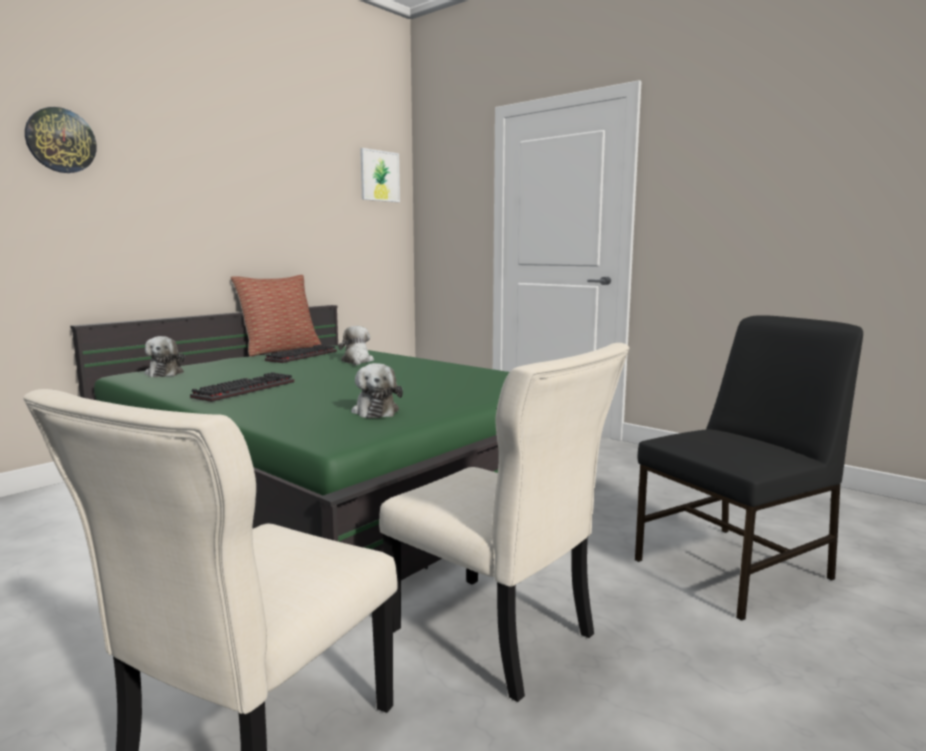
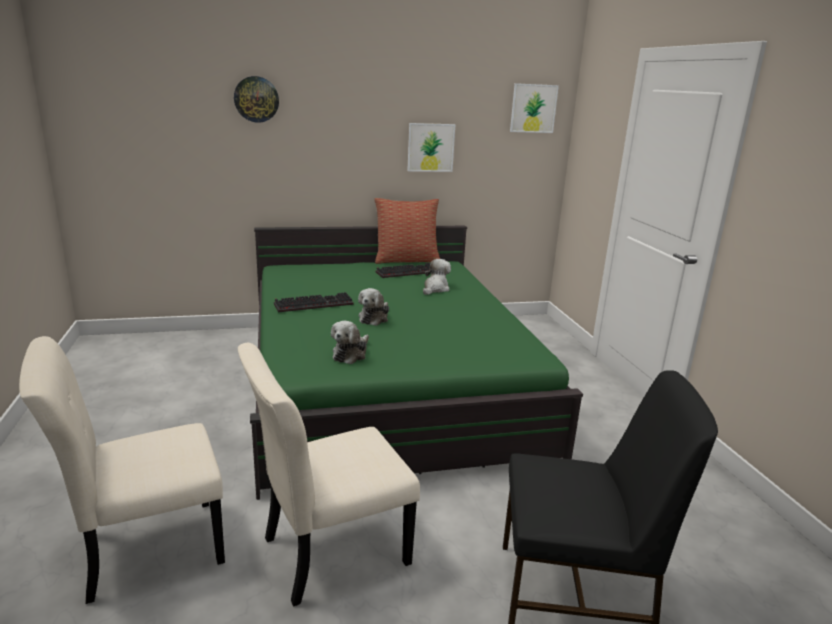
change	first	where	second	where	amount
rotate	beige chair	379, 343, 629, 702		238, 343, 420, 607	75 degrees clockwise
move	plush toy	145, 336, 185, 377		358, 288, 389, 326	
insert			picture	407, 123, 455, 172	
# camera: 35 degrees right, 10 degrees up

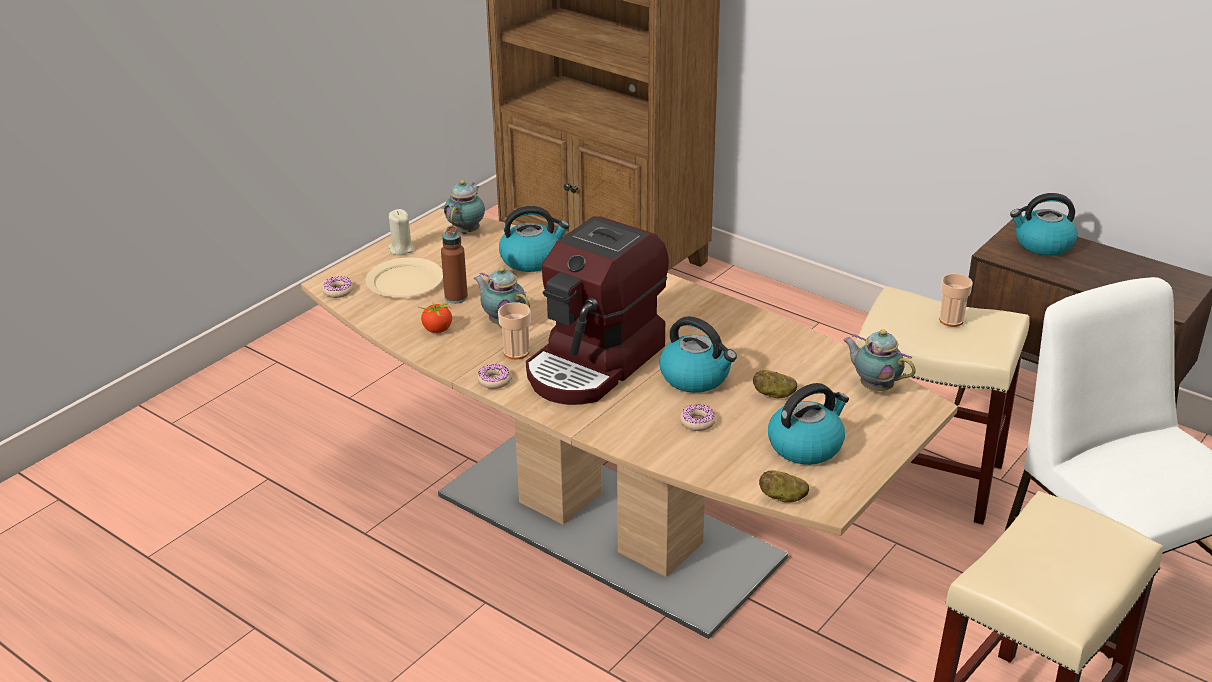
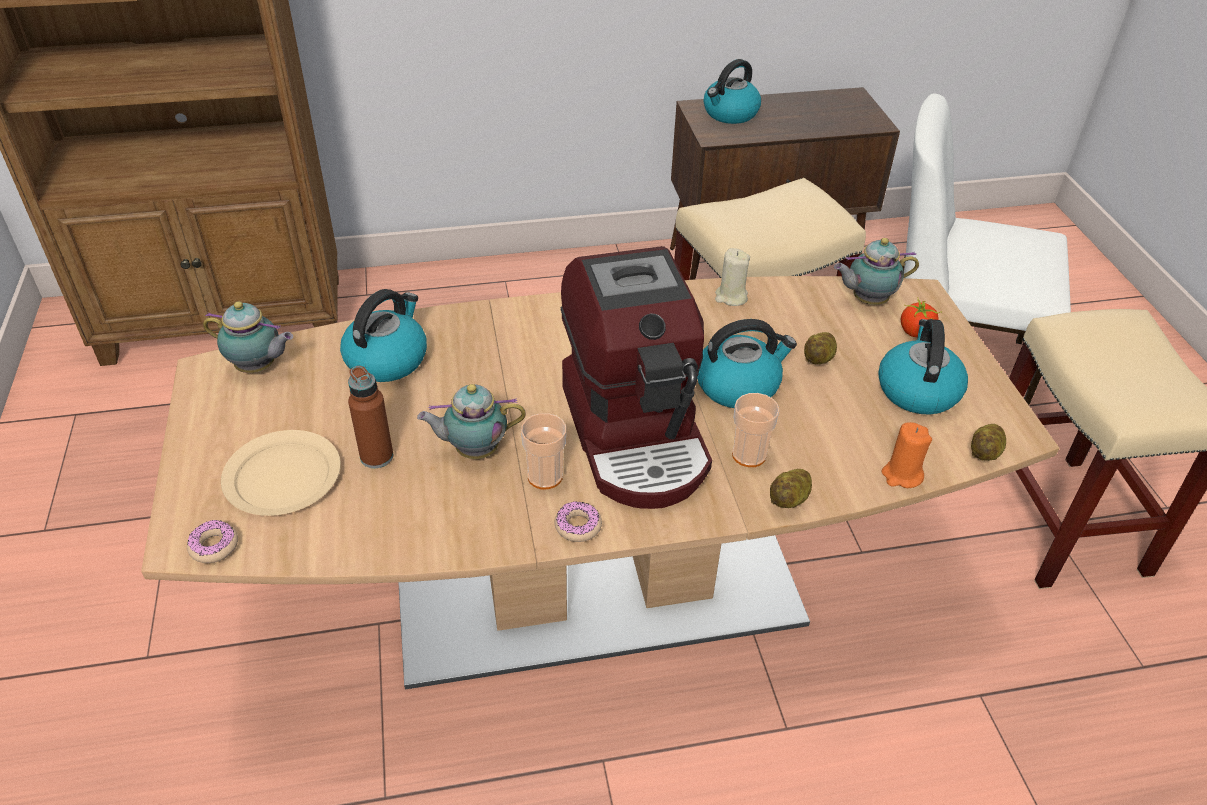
change	first	where	second	where	amount
rotate	teapot	444, 180, 485, 234		203, 301, 293, 373	135 degrees clockwise
move	beige candle	388, 209, 414, 255		715, 248, 750, 306	
move	cup	939, 274, 973, 327		732, 393, 780, 467	
insert			potato	770, 469, 812, 508	
insert			orange candle	881, 422, 932, 488	
move	tomato	418, 301, 452, 333		901, 299, 940, 337	
delete	donut	680, 404, 716, 431			
# camera: 50 degrees left, 10 degrees up

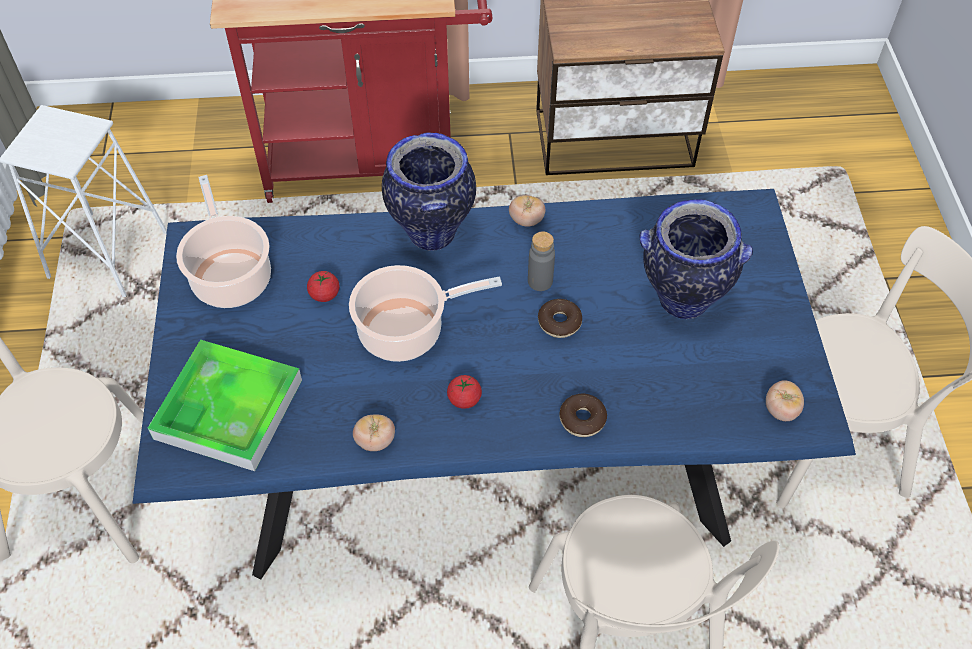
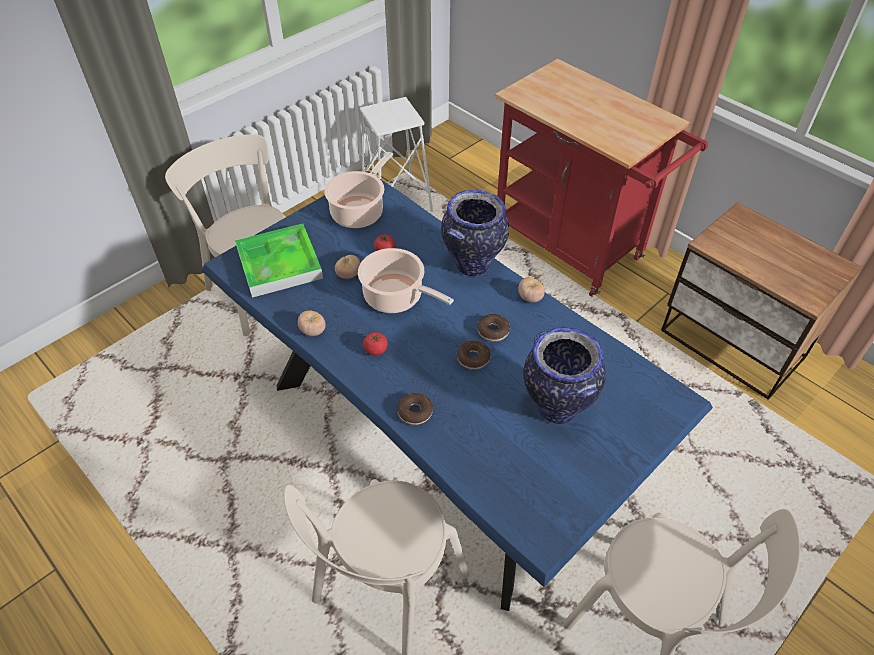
change	first	where	second	where	amount
move	tomato	766, 380, 804, 421		335, 255, 360, 279	
replace	grey bottle	528, 232, 555, 291	donut	477, 314, 510, 342	
# camera: 50 degrees right, 5 degrees down

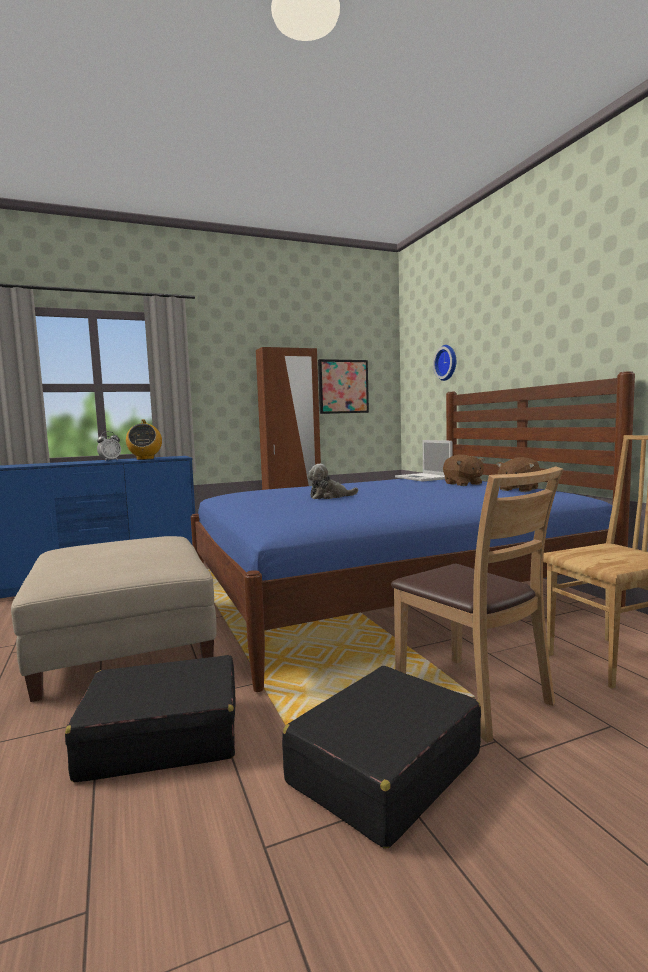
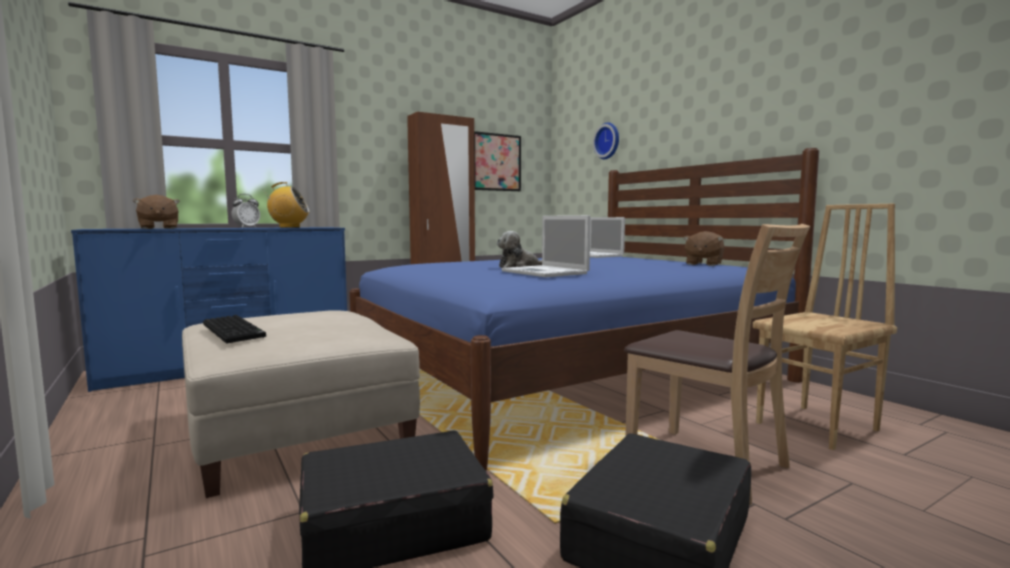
change	first	where	second	where	amount
move	brown plush toy	443, 454, 485, 486		133, 195, 180, 229	
insert			keyboard	203, 315, 266, 343	
rotate	radio	126, 419, 162, 460		263, 182, 309, 228	75 degrees counterclockwise
insert			laptop	502, 215, 591, 277	
# camera: 10 degrees left, 0 degrees up

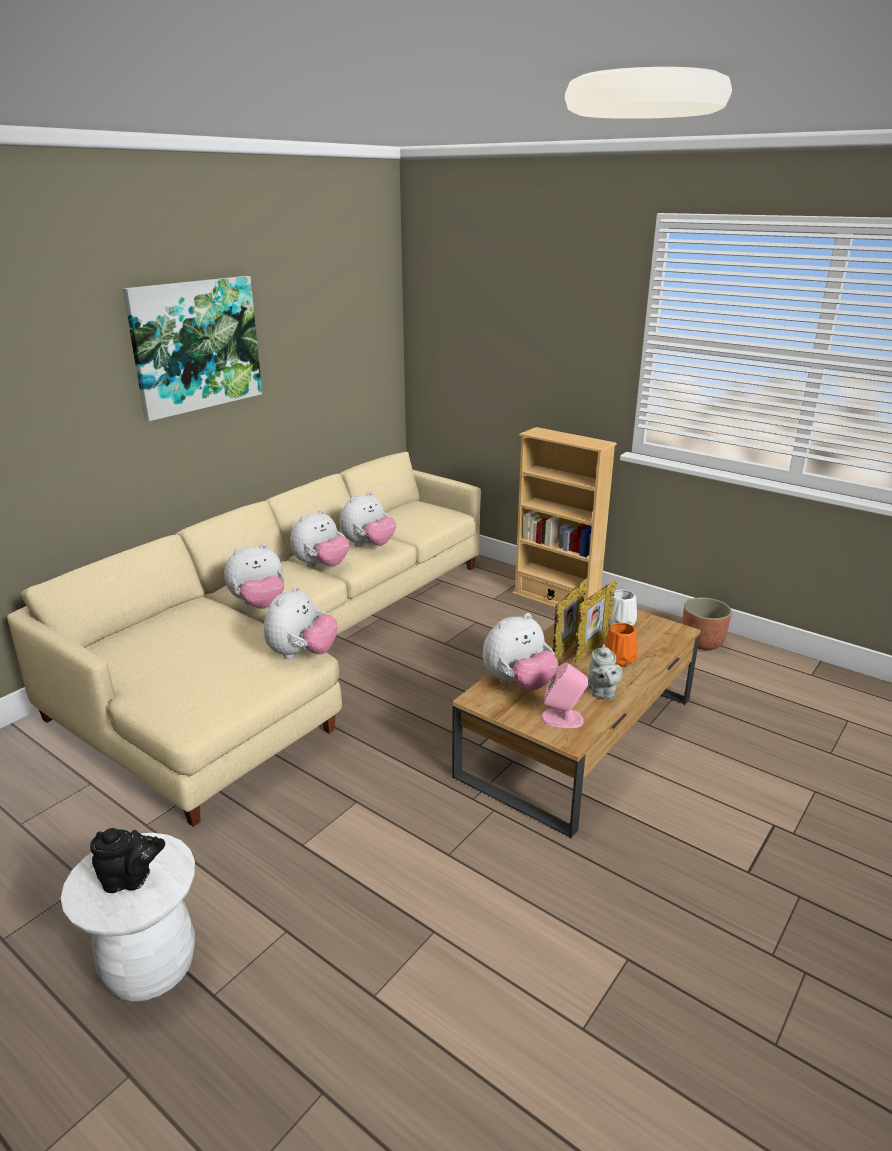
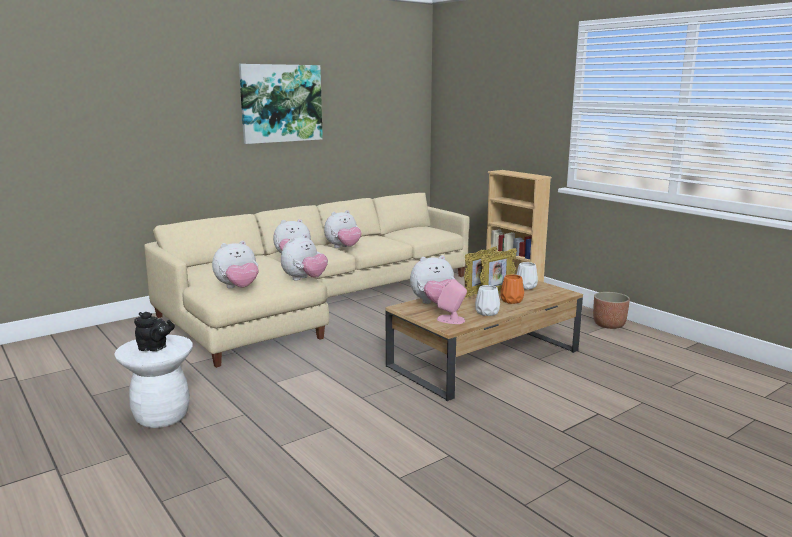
change	first	where	second	where	amount
move	plush toy	340, 491, 396, 547		212, 241, 259, 288	
replace	grey teapot	588, 644, 623, 699	white vase	475, 285, 500, 316	
# camera: 15 degrees right, 10 degrees down

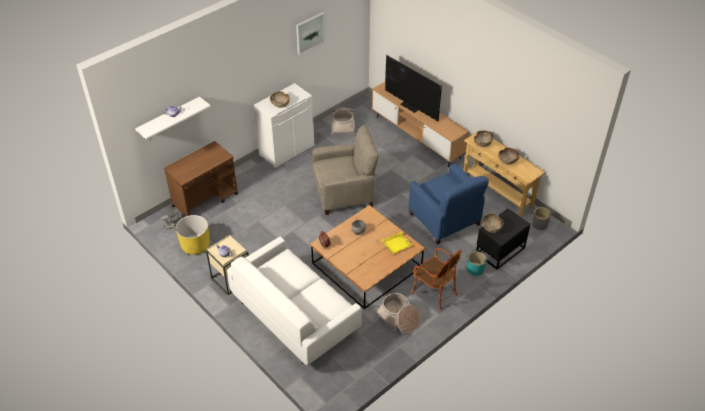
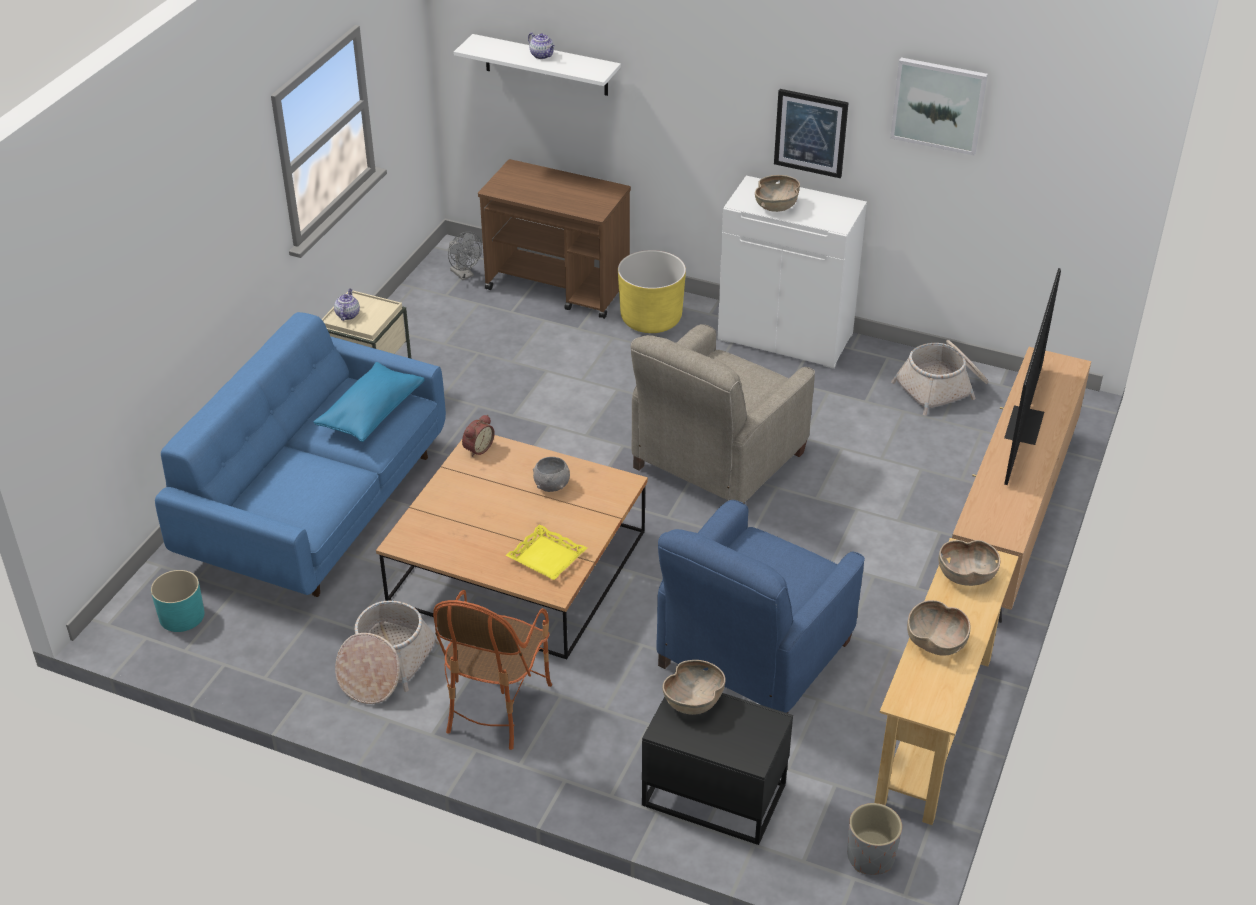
change	first	where	second	where	amount
move	turquoise planter	467, 252, 487, 276		151, 570, 205, 632	
recolor	white sofa	227, 237, 362, 365	blue sofa	155, 312, 446, 597	
insert			blue pillow	314, 362, 425, 442	
move	yellow planter	176, 215, 210, 255		618, 250, 686, 333	
rotate	beige armchair	312, 125, 379, 215		631, 324, 815, 504	75 degrees clockwise
insert			picture	774, 89, 849, 178	
# camera: 65 degrees right, 5 degrees down

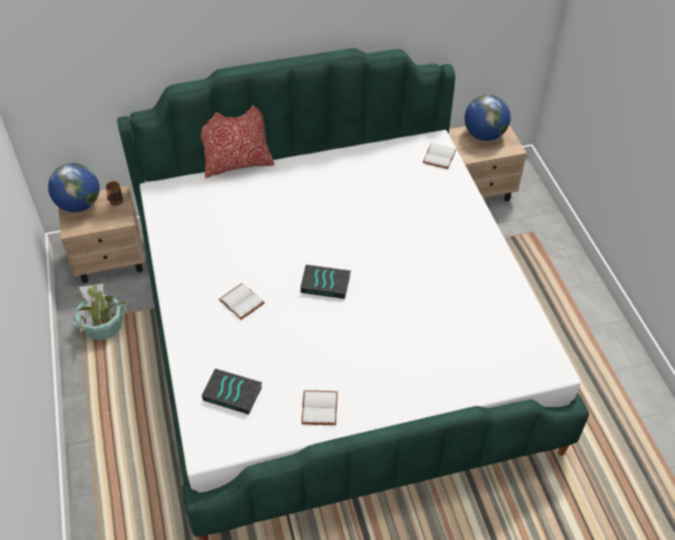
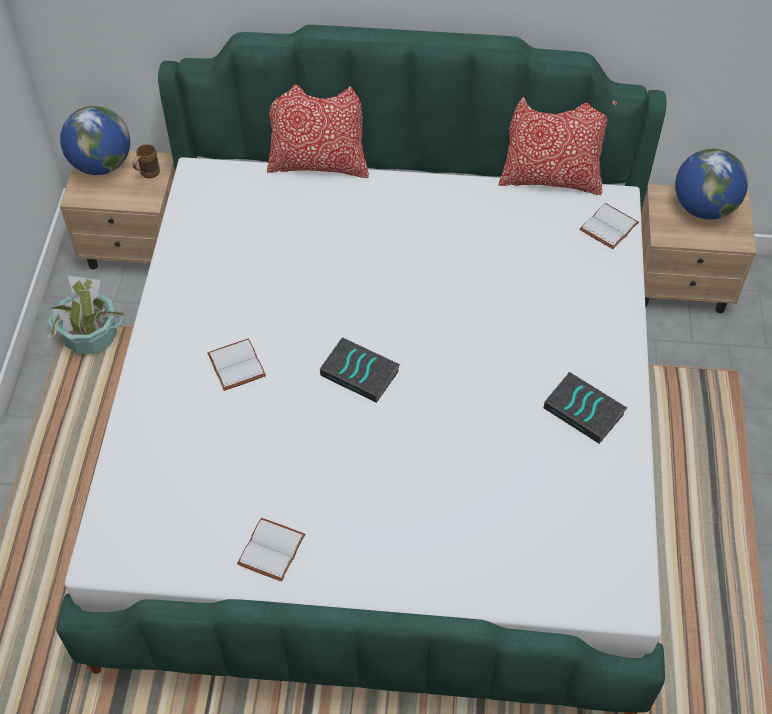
change	first	where	second	where	amount
insert			pillow	499, 97, 617, 195	
move	book	202, 368, 262, 415		544, 372, 627, 444	
# camera: 20 degrees right, 5 degrees up

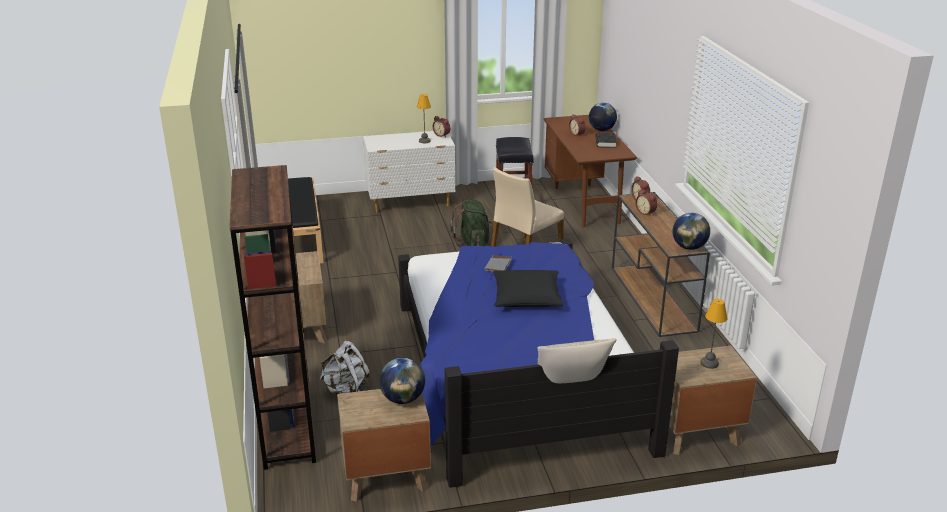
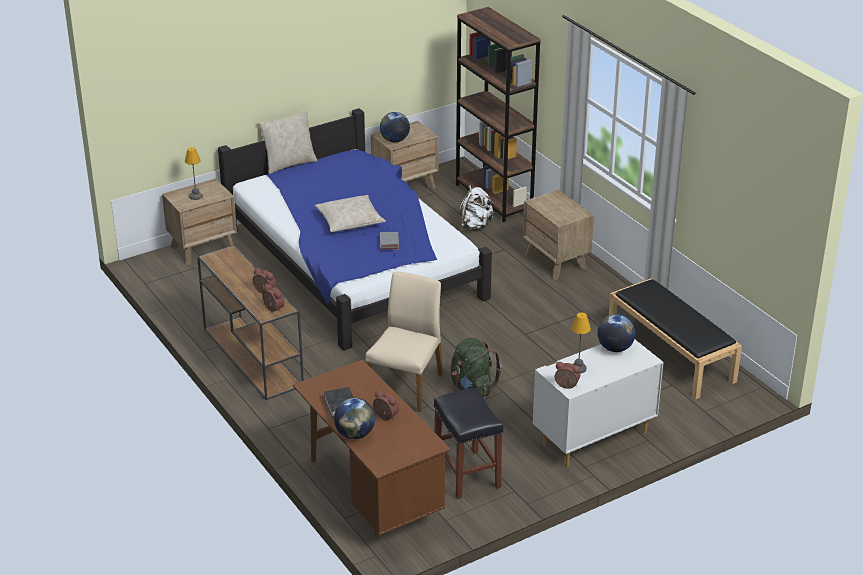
change	first	where	second	where	amount
recolor	black pillow	493, 270, 563, 307	beige pillow	315, 195, 386, 232	
move	globe	673, 213, 710, 250		597, 314, 636, 352	
# camera: 160 degrees right, 5 degrees up

